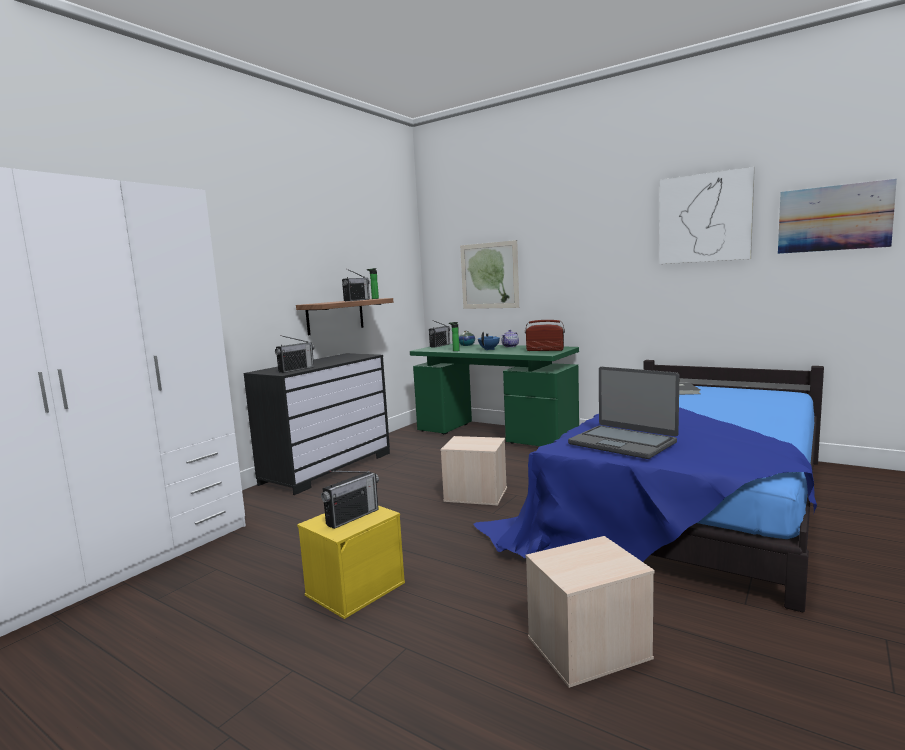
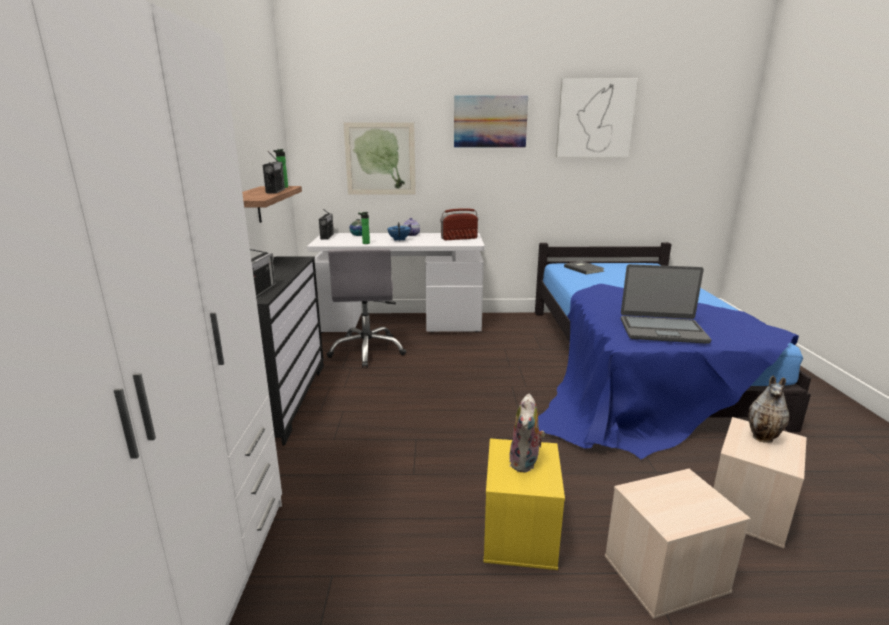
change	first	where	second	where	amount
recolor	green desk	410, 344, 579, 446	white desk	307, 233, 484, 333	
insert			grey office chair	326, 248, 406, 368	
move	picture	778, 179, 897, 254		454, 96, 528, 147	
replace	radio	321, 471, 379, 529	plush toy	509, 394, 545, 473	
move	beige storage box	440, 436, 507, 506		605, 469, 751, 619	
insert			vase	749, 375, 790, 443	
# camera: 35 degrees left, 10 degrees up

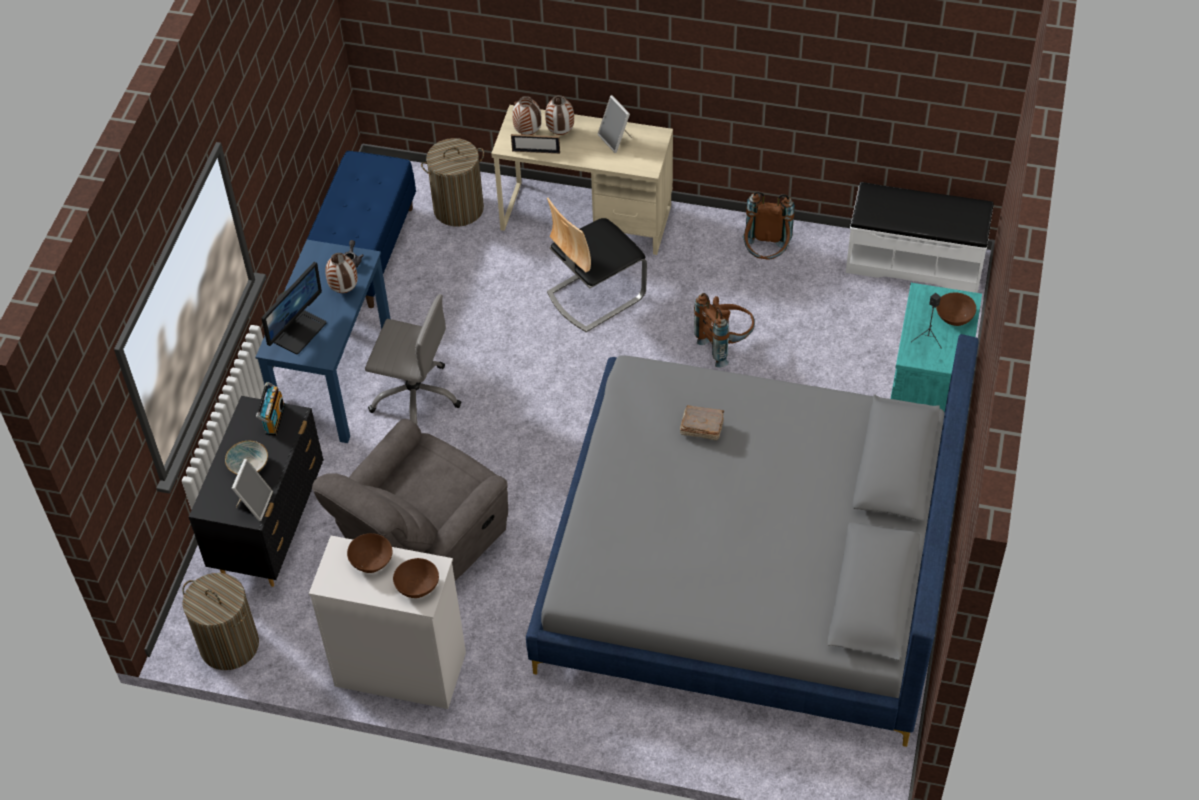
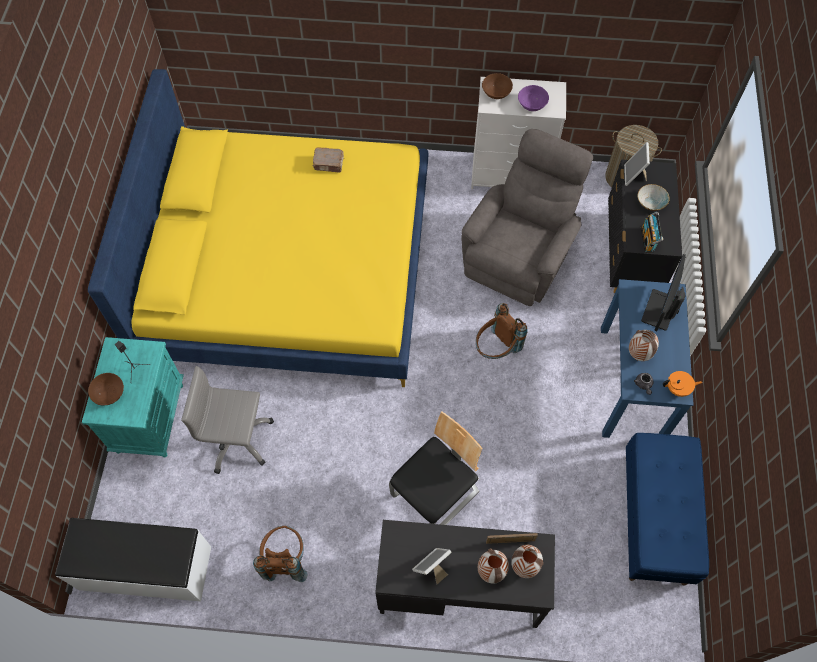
change	first	where	second	where	amount
recolor	grey bed	526, 334, 978, 747	yellow bed	88, 69, 428, 387	
move	grey office chair	365, 294, 462, 425		181, 366, 274, 474	
move	brown book	680, 405, 724, 440		313, 147, 344, 173	
recolor	beige desk	491, 105, 673, 255	black desk	375, 520, 555, 628	
rotate	picture frame	597, 95, 632, 153		412, 548, 452, 584	90 degrees counterclockwise
move	brown backpack	694, 293, 755, 367		476, 303, 528, 359	
recolor	brown bowl	347, 533, 392, 573	purple bowl	518, 85, 549, 111	
insert			orange teapot	663, 371, 702, 397	
delete	laundry basket	421, 138, 484, 227			
# camera: 170 degrees right, 10 degrees up

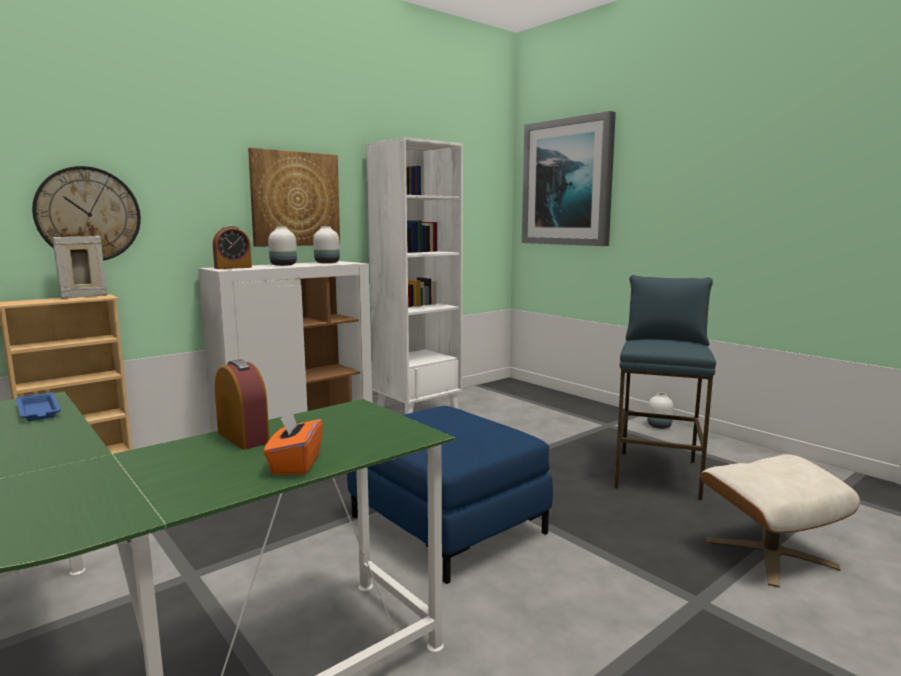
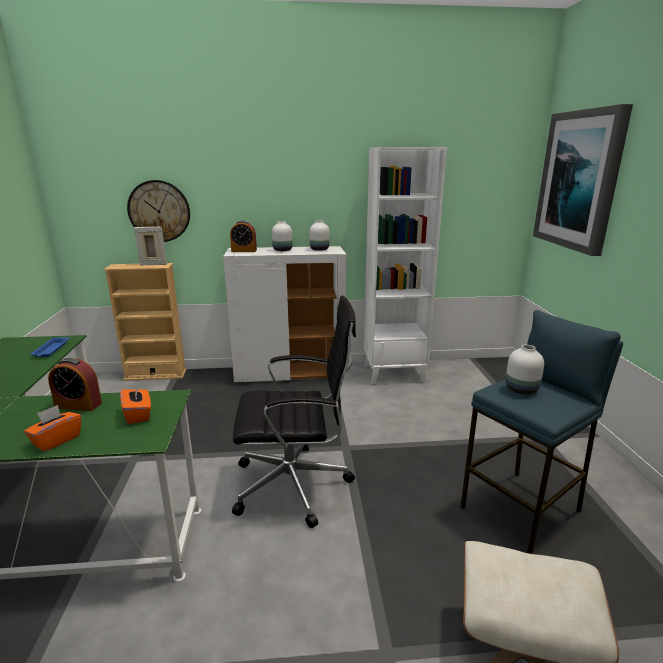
change	first	where	second	where	amount
rotate	alarm clock	215, 359, 269, 450		48, 358, 102, 411	105 degrees clockwise
insert			orange tissue box	120, 385, 151, 424	
replace	blue ottoman	347, 406, 553, 584	black office chair	232, 296, 356, 528	
move	white vase	647, 393, 674, 429		506, 345, 544, 395	
delete	picture	248, 148, 340, 247			
# camera: 35 degrees right, 10 degrees up

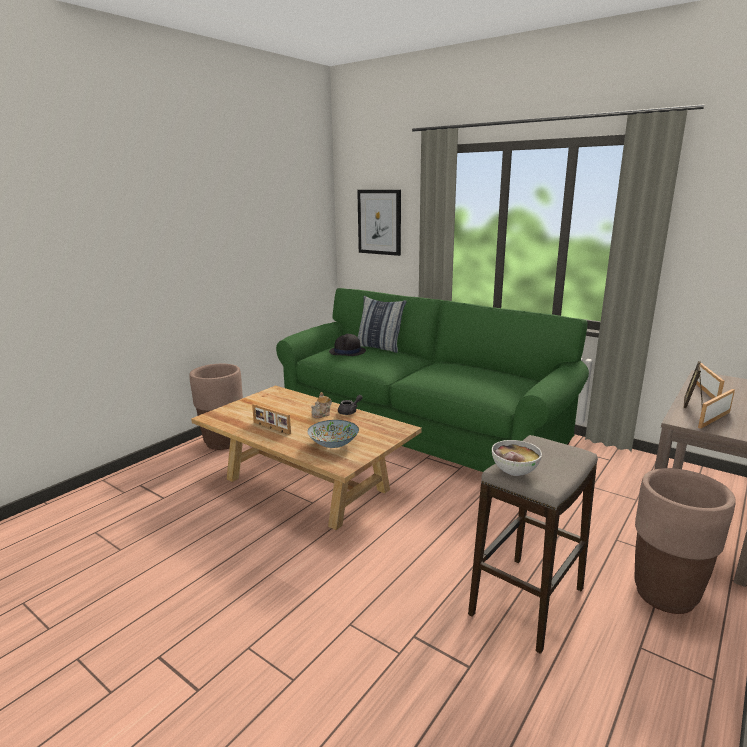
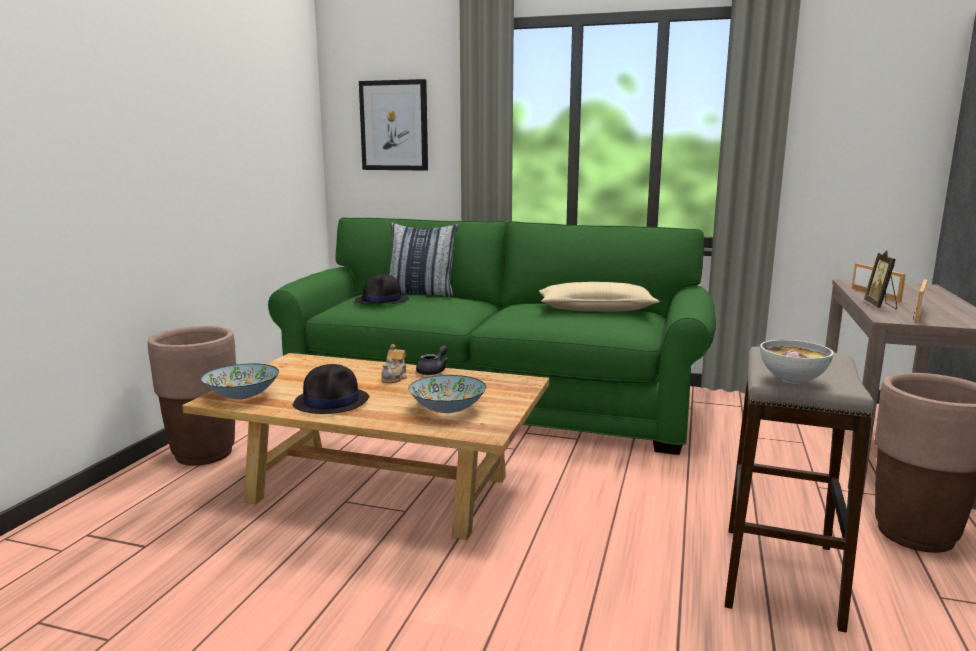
change	first	where	second	where	amount
insert			bowl	201, 363, 279, 399	
replace	picture frame	252, 404, 291, 435	black hat	293, 364, 370, 414	
insert			beige pillow	539, 282, 660, 312	
# camera: 20 degrees left, 5 degrees down

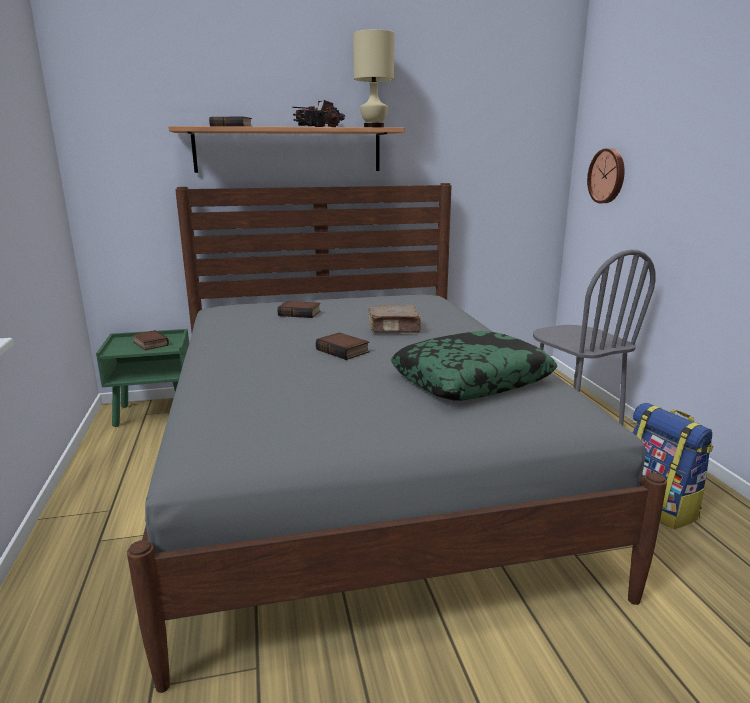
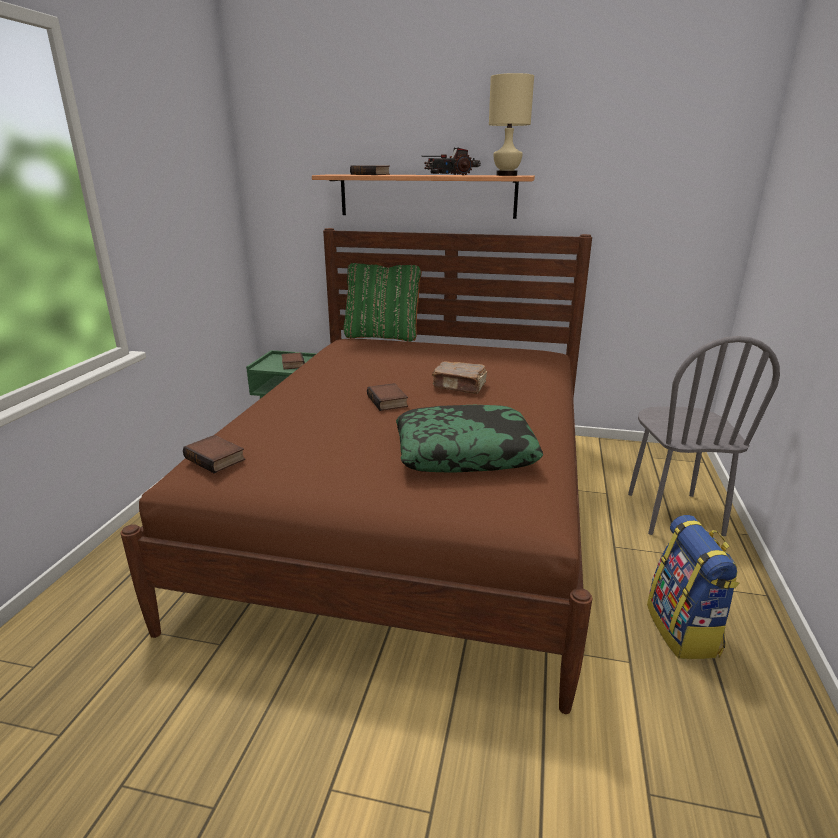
change	first	where	second	where	amount
recolor	grey bed	127, 183, 667, 693	brown bed	120, 228, 592, 714	
move	book	277, 301, 321, 318		183, 435, 245, 474	
insert			green pillow	344, 263, 422, 342	
delete	wall clock	587, 149, 625, 203			
# camera: 25 degrees right, 5 degrees up

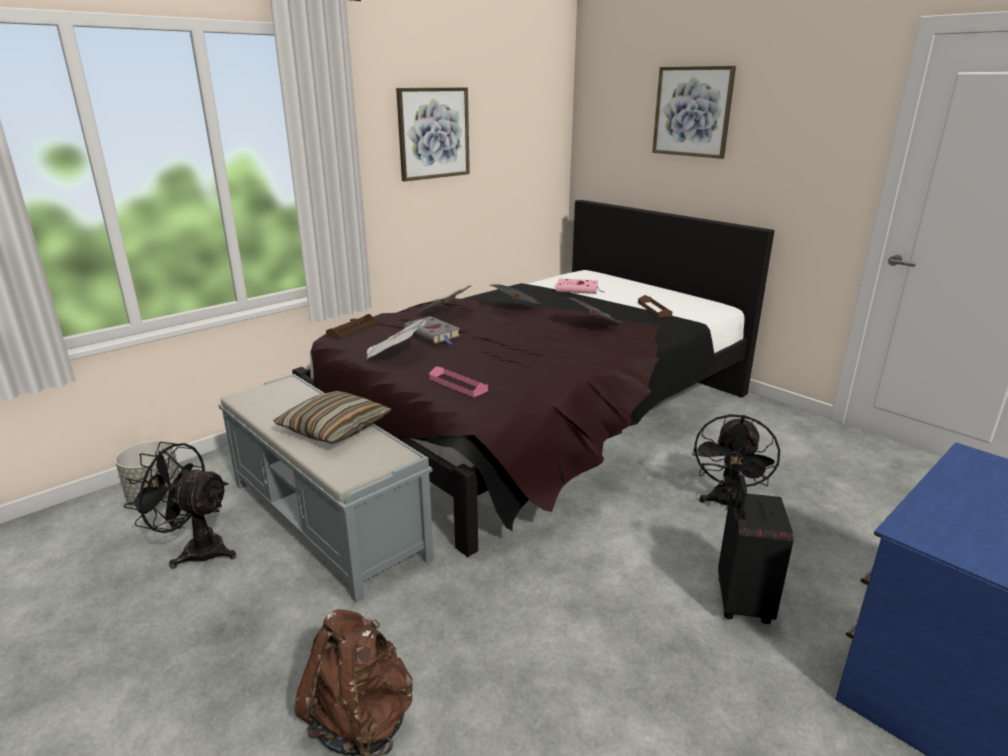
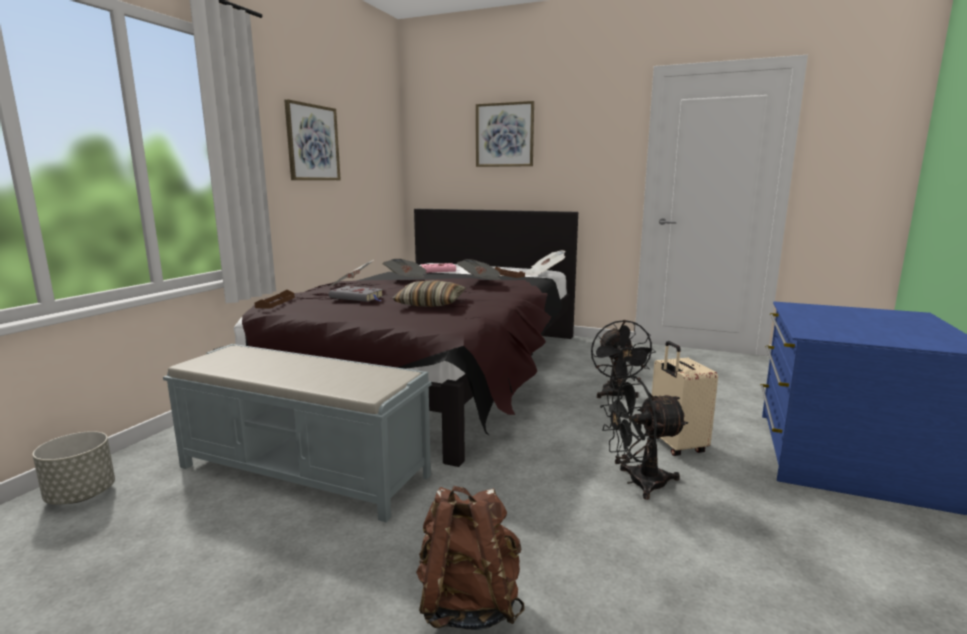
change	first	where	second	where	amount
move	pillow	273, 391, 392, 444		392, 280, 466, 307	
move	newspaper	367, 319, 426, 359		524, 250, 566, 276	
move	black fan	124, 442, 236, 569		600, 375, 688, 500	
recolor	black suitcase	718, 475, 794, 624	beige suitcase	652, 341, 718, 456	
delete	pink tray	429, 366, 488, 397			
# camera: 25 degrees left, 10 degrees down

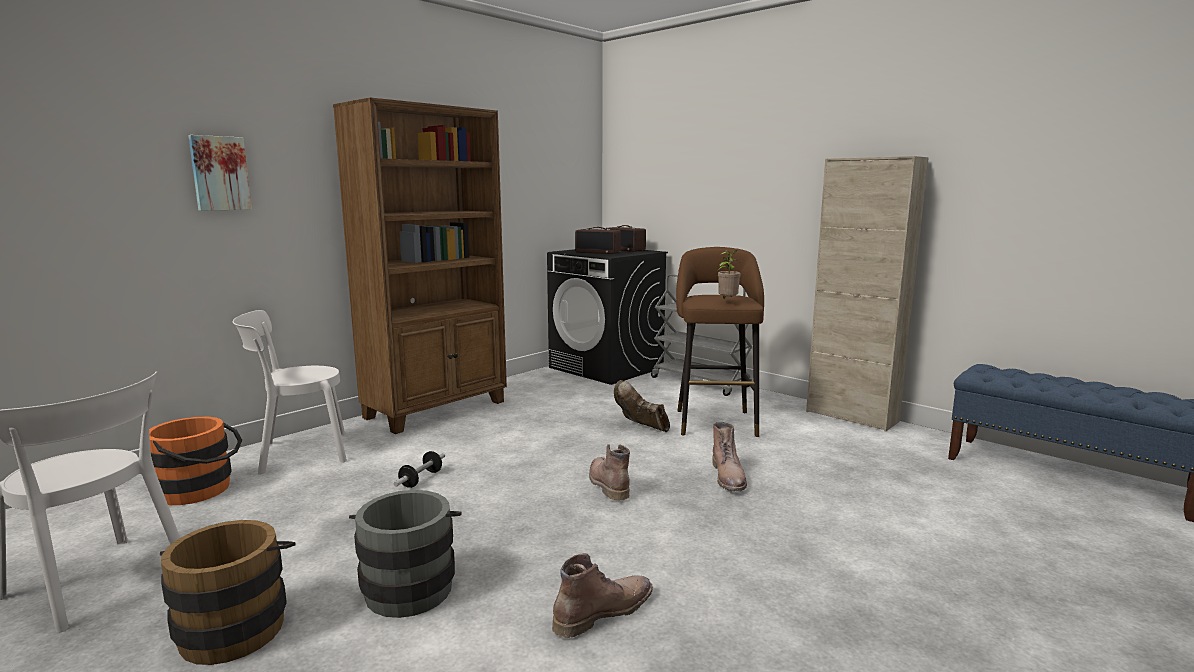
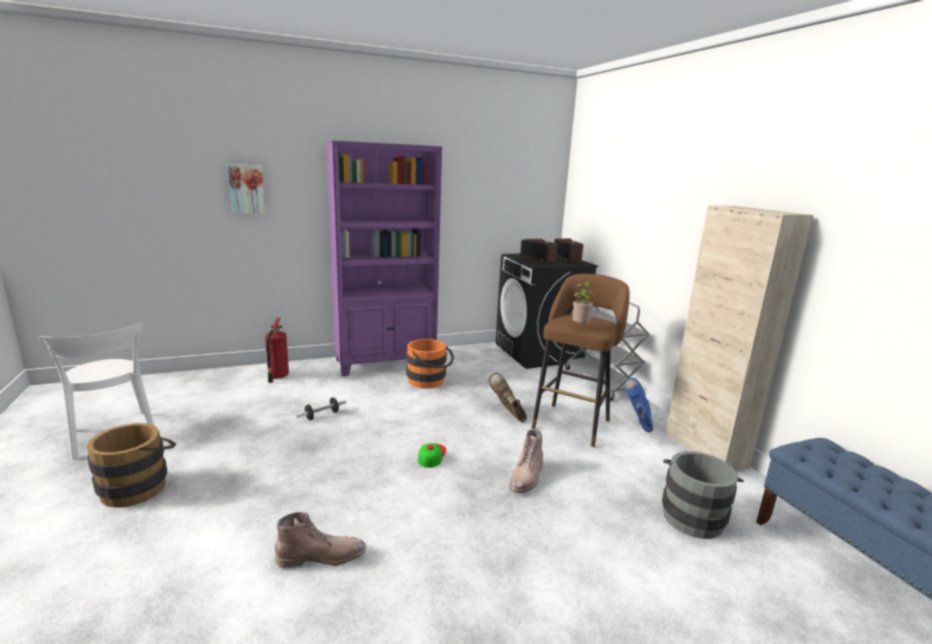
change	first	where	second	where	amount
replace	white chair	233, 310, 347, 475	fire extinguisher	265, 317, 289, 383	
recolor	brown bookcase	333, 97, 507, 434	purple bookcase	326, 140, 442, 376	
move	orange bucket	149, 417, 242, 505		406, 339, 454, 389	
replace	brown boot	589, 444, 630, 501	cap	418, 443, 446, 468	
insert			blue boot	625, 378, 653, 432	
move	grey bucket	349, 490, 462, 618		662, 451, 744, 539	
# camera: 25 degrees right, 5 degrees up

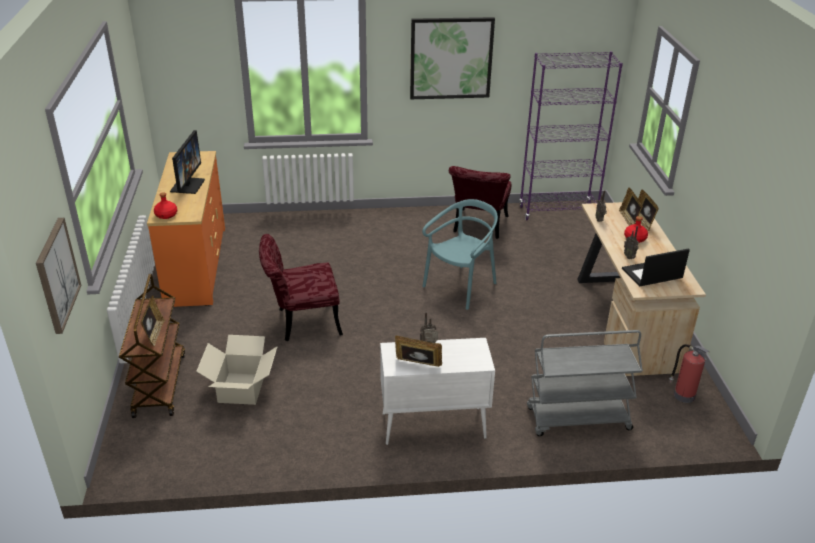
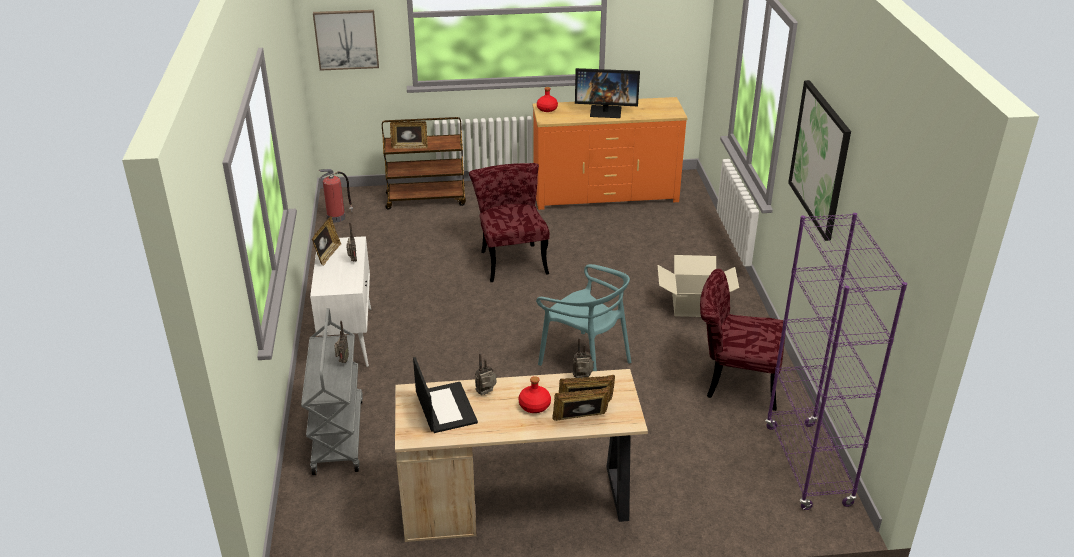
change	first	where	second	where	amount
move	fire extinguisher	669, 344, 709, 403		319, 169, 353, 223	
insert			radio	334, 321, 349, 363	
move	cardboard box	196, 335, 277, 405		658, 255, 739, 317	
# camera: 90 degrees right, 0 degrees up

